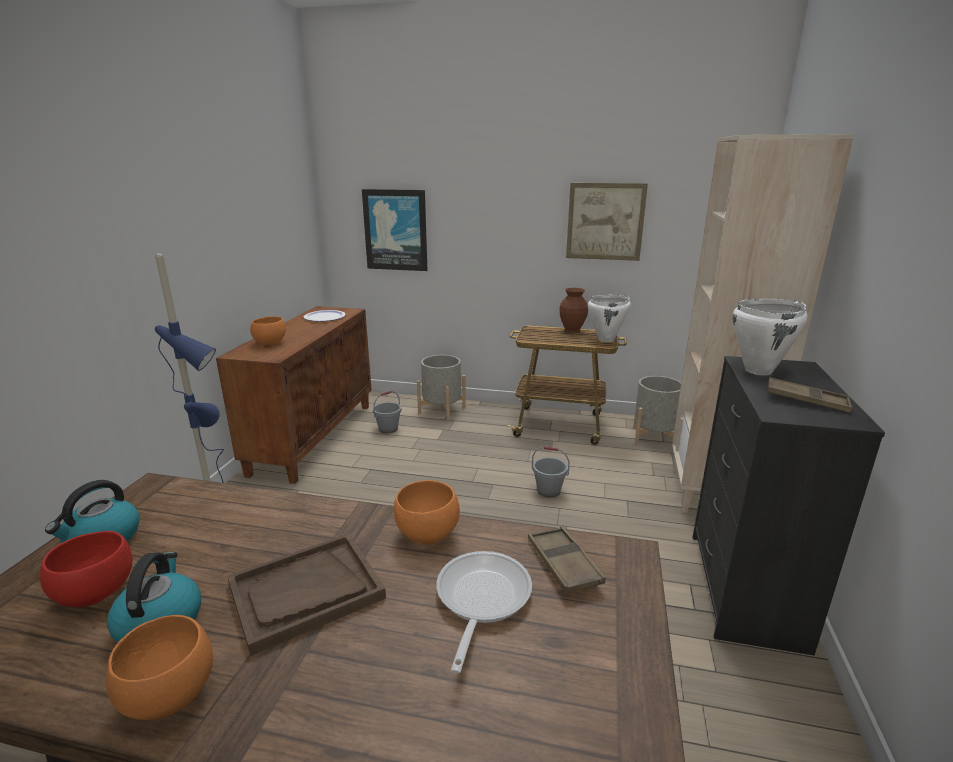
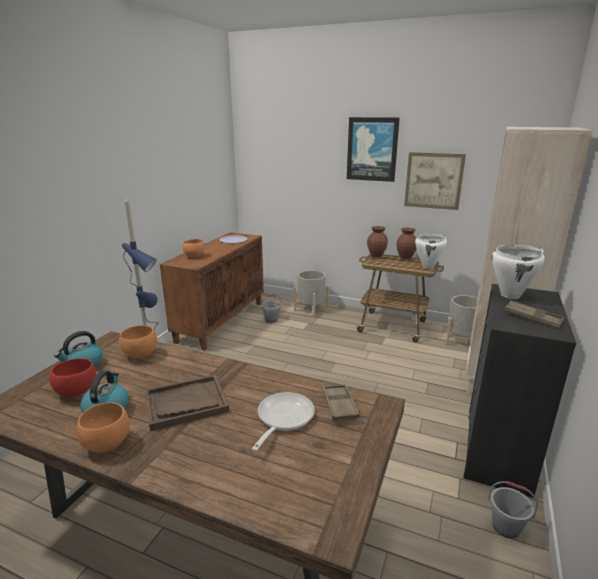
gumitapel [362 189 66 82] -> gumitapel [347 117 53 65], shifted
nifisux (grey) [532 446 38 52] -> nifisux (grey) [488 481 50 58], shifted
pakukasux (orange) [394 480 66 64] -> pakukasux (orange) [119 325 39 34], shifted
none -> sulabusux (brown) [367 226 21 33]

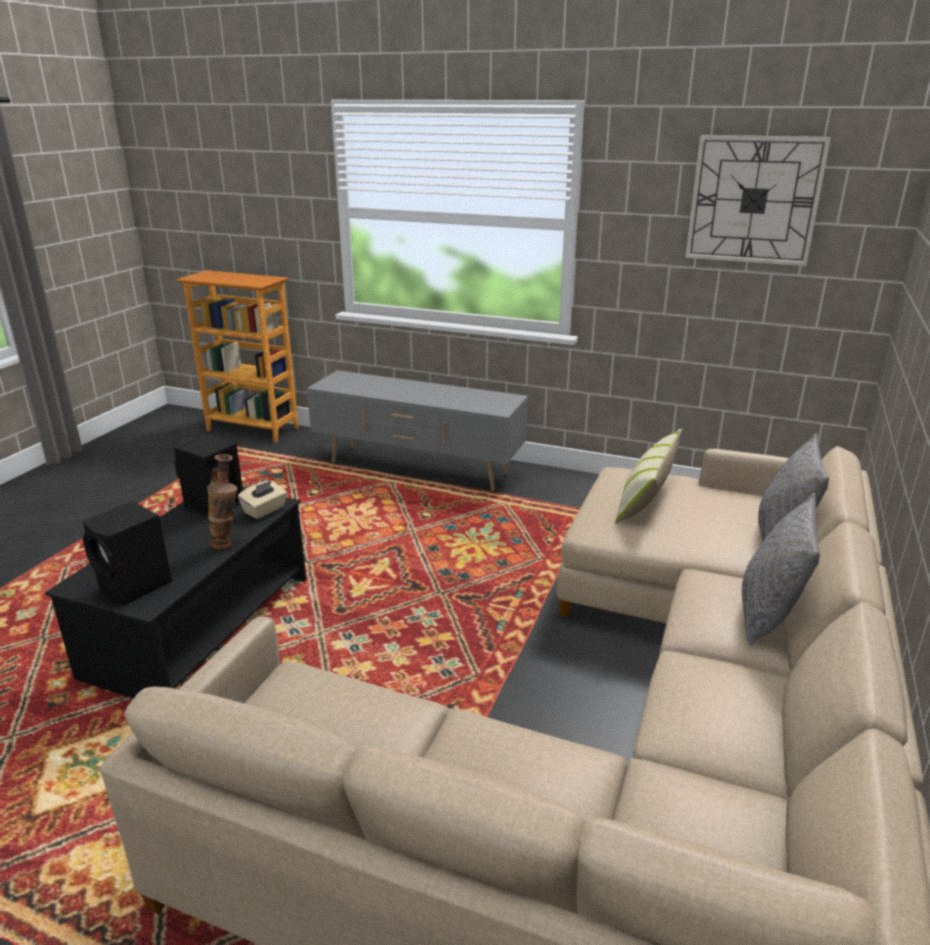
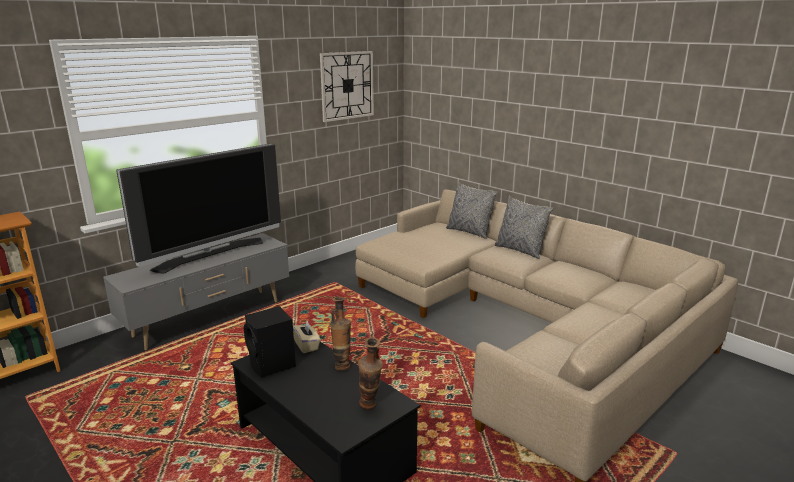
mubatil [615 428 67 96] -> none
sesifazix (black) [82 501 90 105] -> sulabusux [358 337 25 72]
none -> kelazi [116 144 165 130]

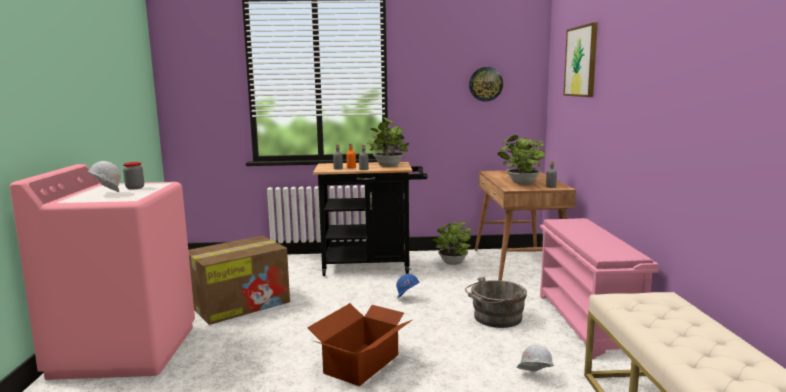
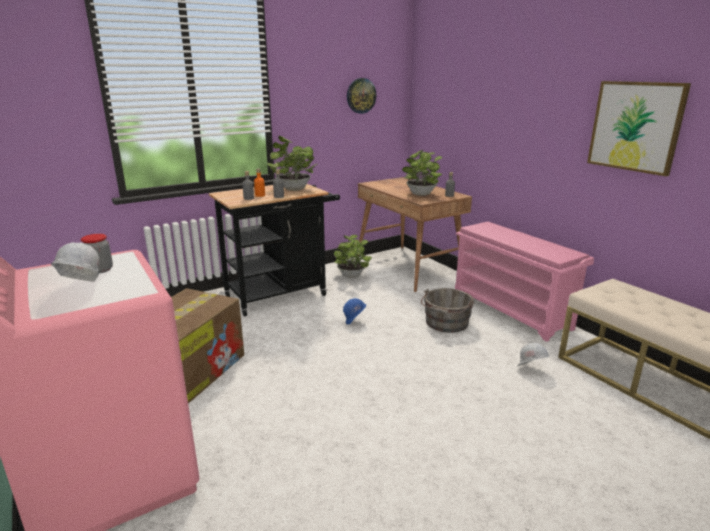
gumitapel [563 22 35 75] -> gumitapel [587 81 104 95], shifted
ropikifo [307 303 105 83] -> none

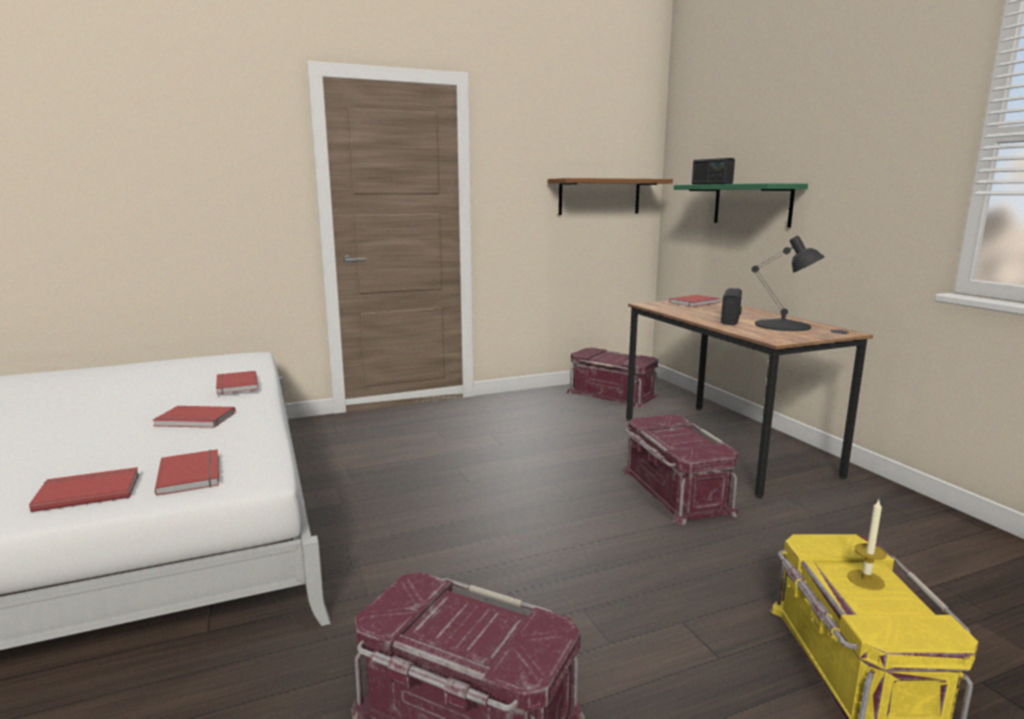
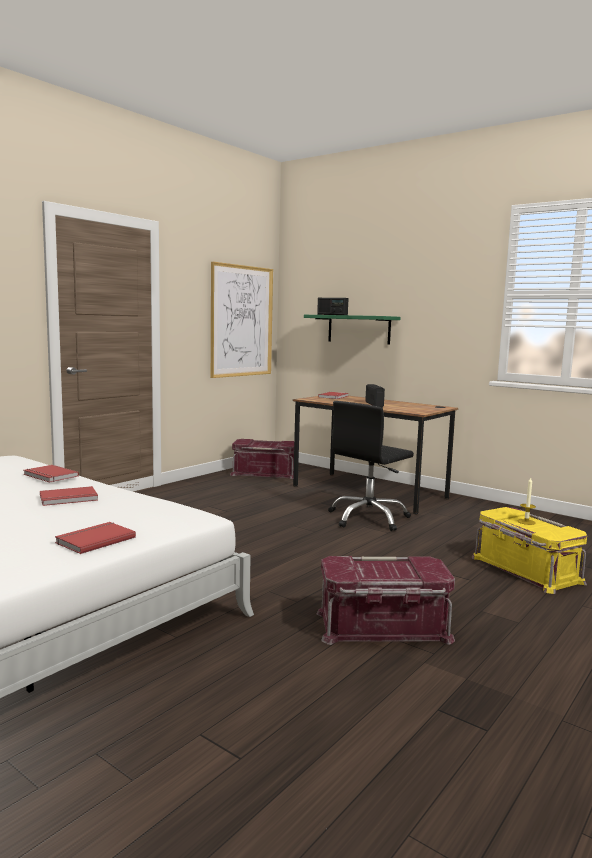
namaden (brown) [548 178 125 37] -> gumitapel [211 262 62 116]
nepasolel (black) [751 236 73 95] -> none
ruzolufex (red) [622 414 117 111] -> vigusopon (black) [328 401 86 130]
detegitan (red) [155 449 64 47] -> none

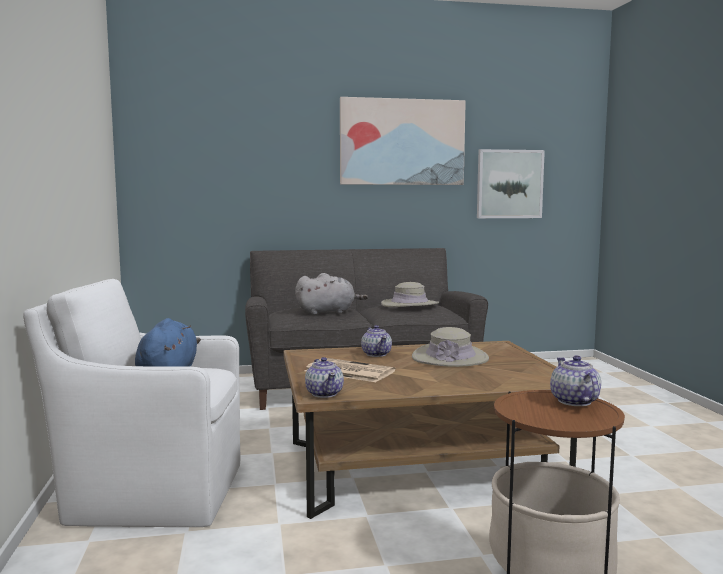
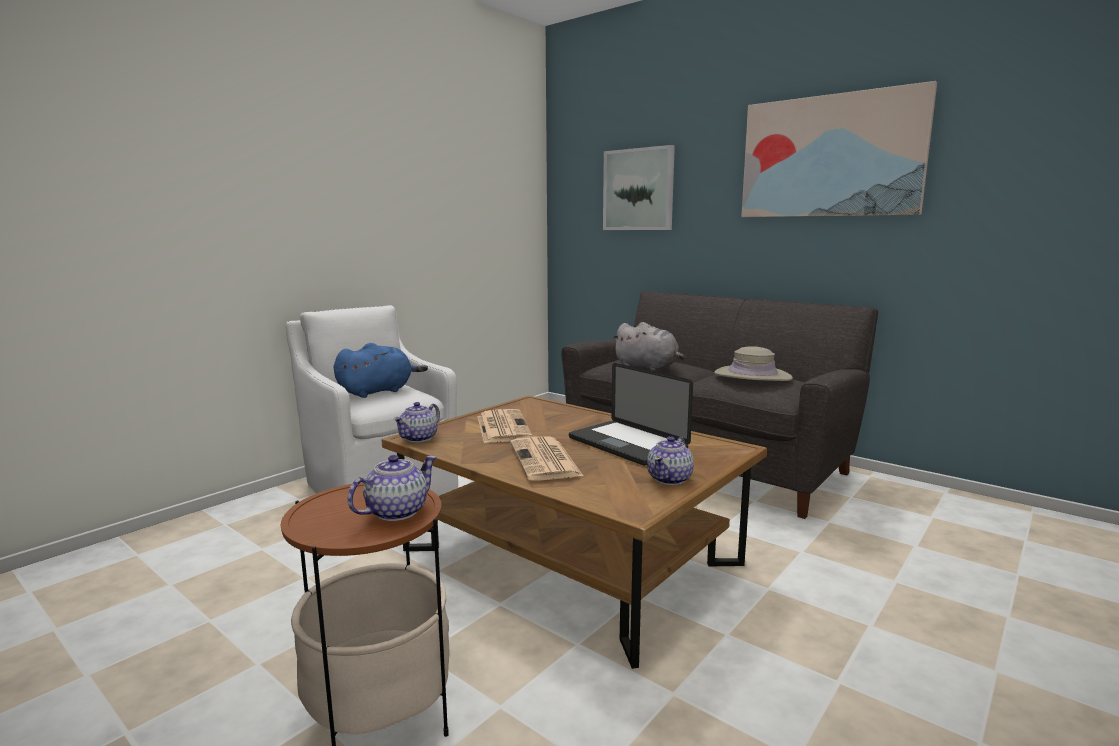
gumitapel [477 149 68 69] -> gumitapel [603 145 72 85], shifted
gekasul [361 325 31 32] -> gekasul [647 436 47 49], shifted
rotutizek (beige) [412 327 77 40] -> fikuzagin [569 363 124 102]
none -> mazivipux [510 436 73 45]

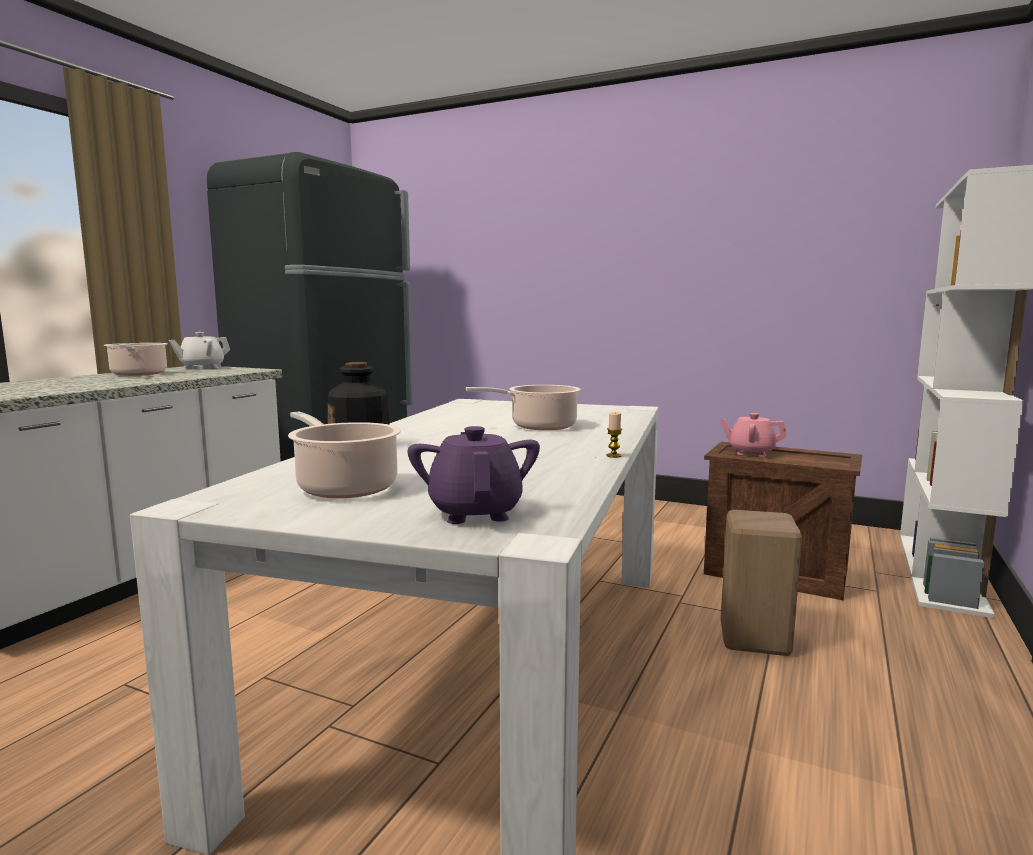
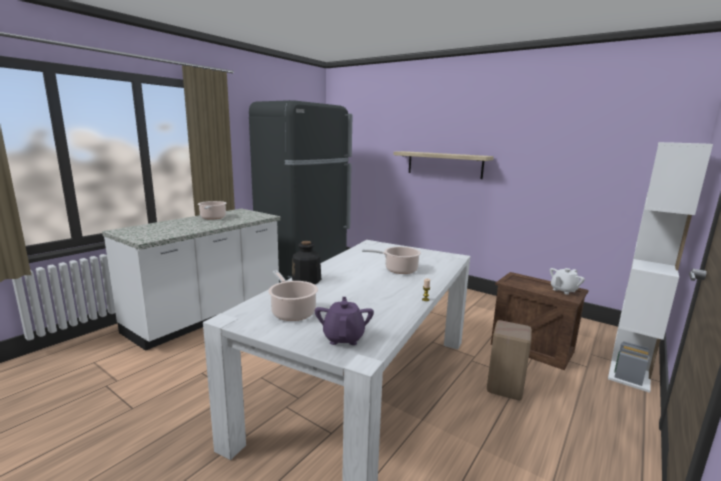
gekasul (white) [169 332 61 38] -> gekasul (white) [550 268 35 27], shifted
gekasul (pink) [720 413 67 44] -> none
none -> namaden [393 151 101 28]

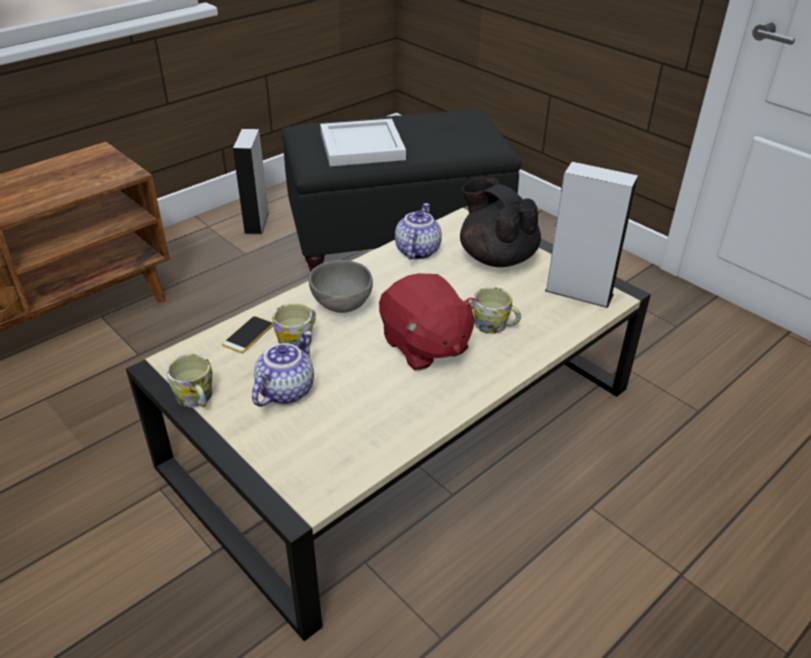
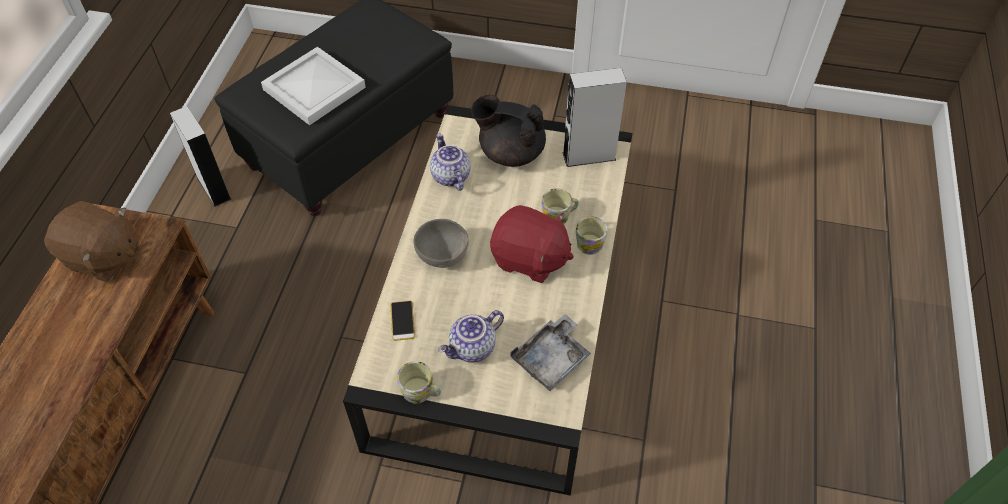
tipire [272 304 44 43] -> tipire [576 216 31 39], shifted
gekasul [252 331 62 76] -> gekasul [438 310 66 53], 120 degrees counterclockwise
none -> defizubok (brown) [44 201 94 81]
none -> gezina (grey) [510 314 81 77]

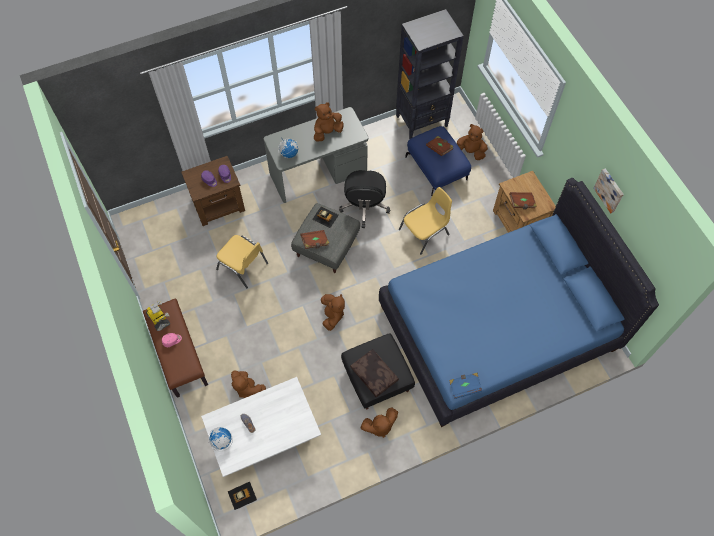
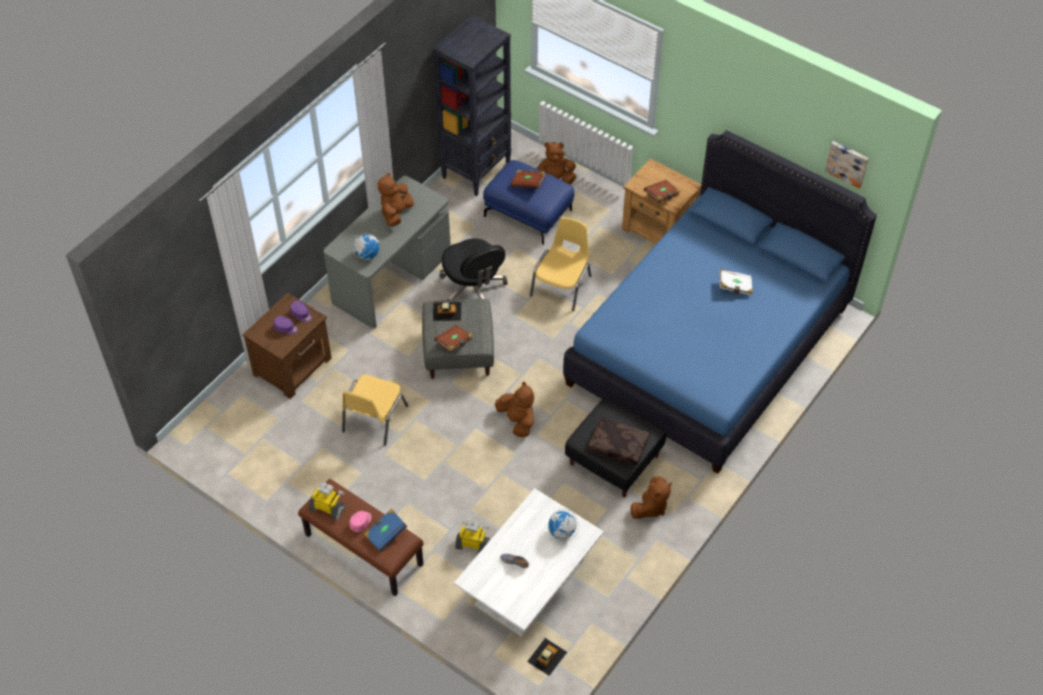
gumitapel [593 168 31 45] -> gumitapel [825 141 44 48], shifted
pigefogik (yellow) [216 235 52 53] -> pigefogik (yellow) [342 375 66 71], 105 degrees clockwise
defizubok (brown) [231 370 35 28] -> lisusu [455 520 35 33]
detegitan (blue) [449 373 33 26] -> detegitan (blue) [364 509 43 43], shifted
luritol [208 427 25 24] -> luritol [548 509 31 32], shifted
none -> detegitan (white) [719 269 34 27]

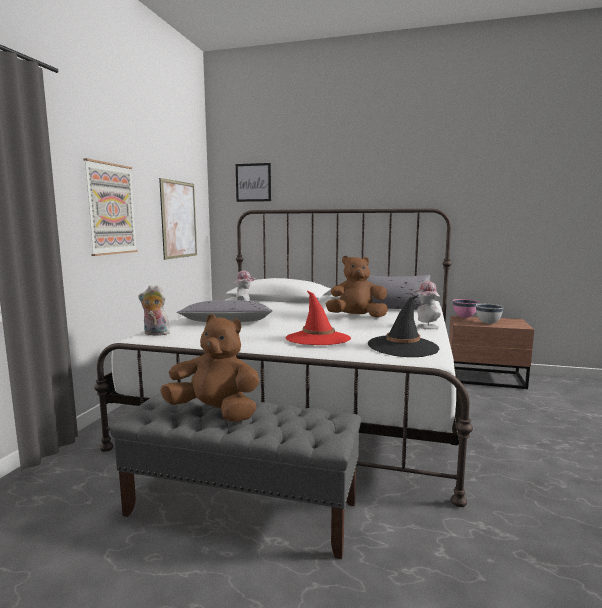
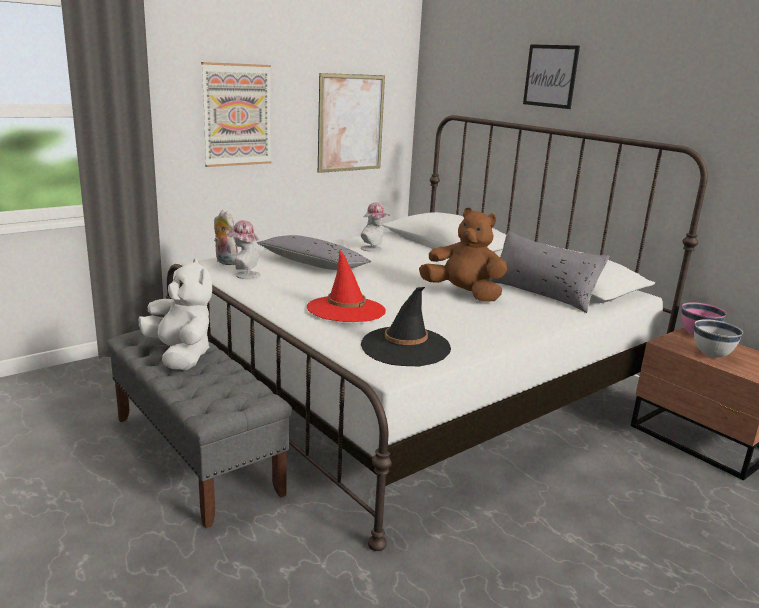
gumitapel [236 163 35 39] -> gumitapel [523 44 57 65], shifted
rotutizek [413 281 28 48] -> rotutizek [226 220 34 59], shifted
defizubok (brown) [160 314 99 108] -> defizubok (white) [139 258 73 112]

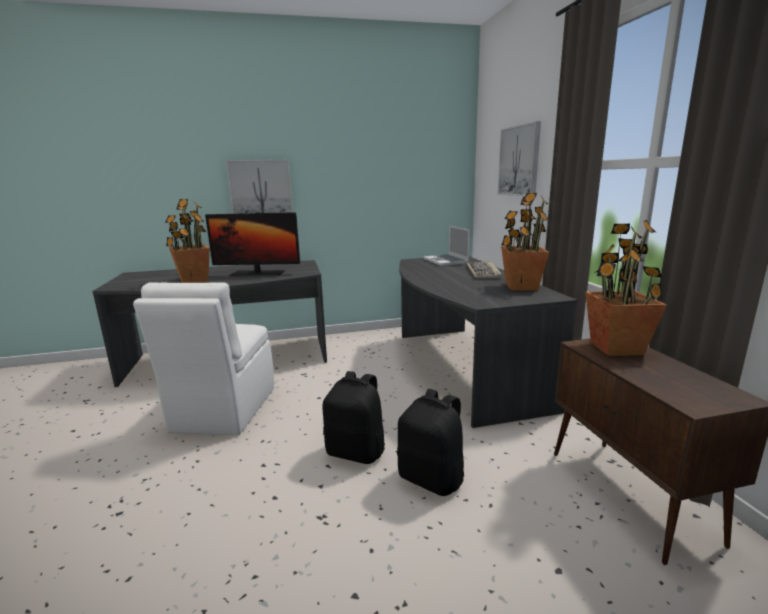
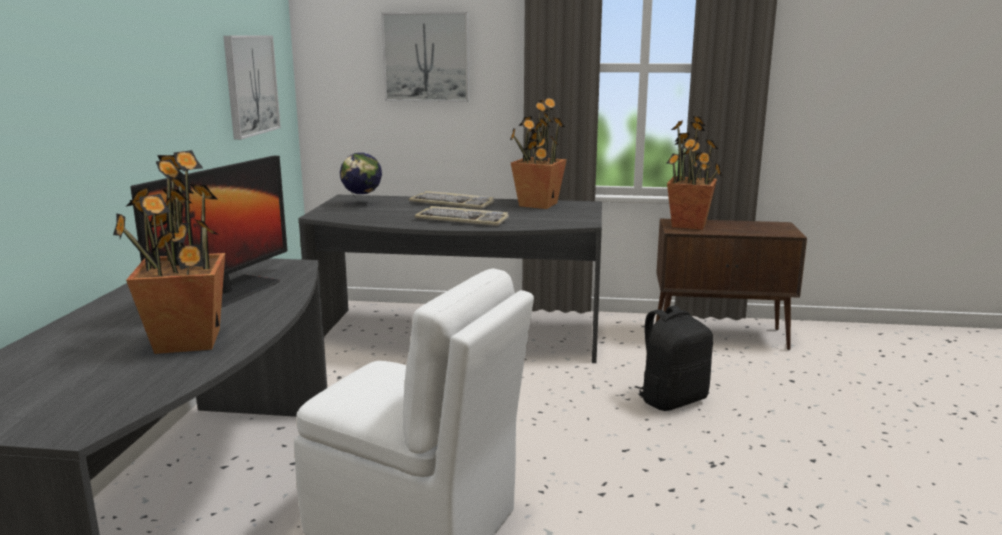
gumitapel [226 159 67 55] -> gumitapel [223 36 58 104], shifted
fikuzagin [423 226 47 40] -> luritol [340 153 42 53]
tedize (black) [323 371 62 93] -> none
none -> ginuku [414 206 95 20]

